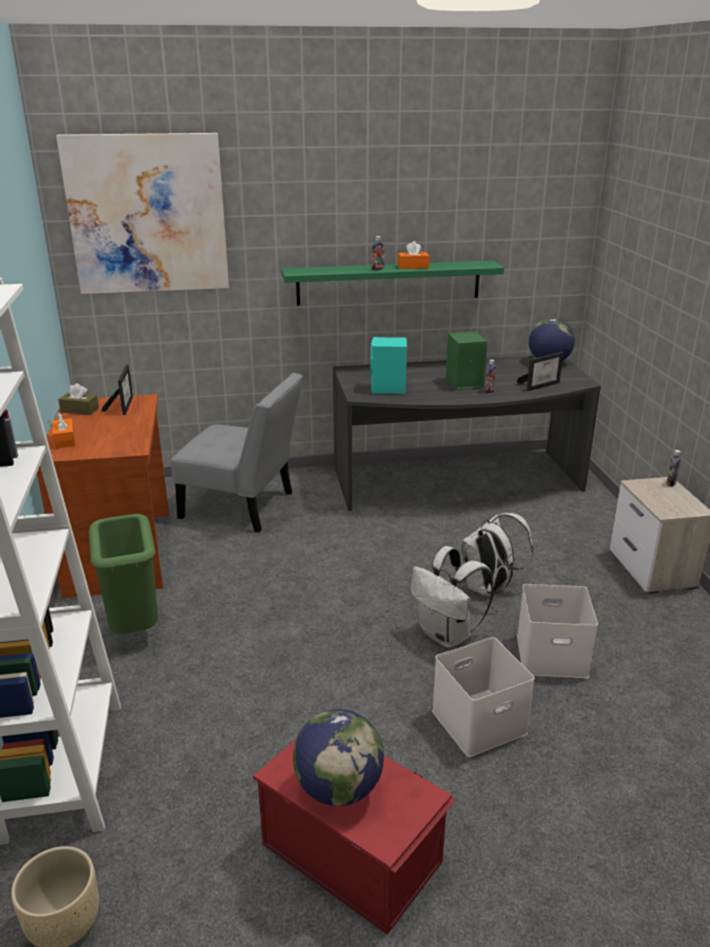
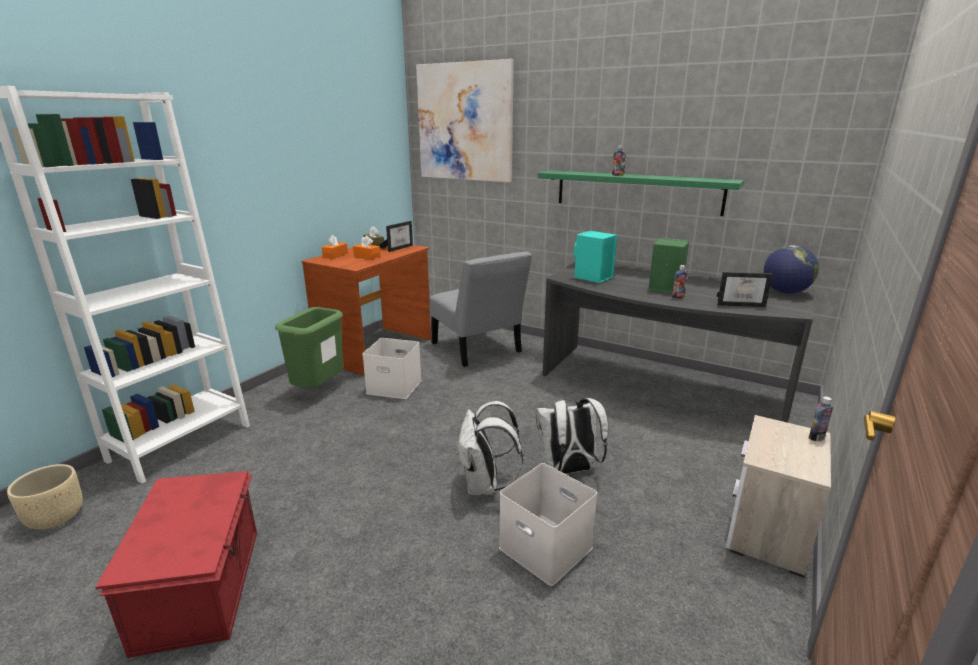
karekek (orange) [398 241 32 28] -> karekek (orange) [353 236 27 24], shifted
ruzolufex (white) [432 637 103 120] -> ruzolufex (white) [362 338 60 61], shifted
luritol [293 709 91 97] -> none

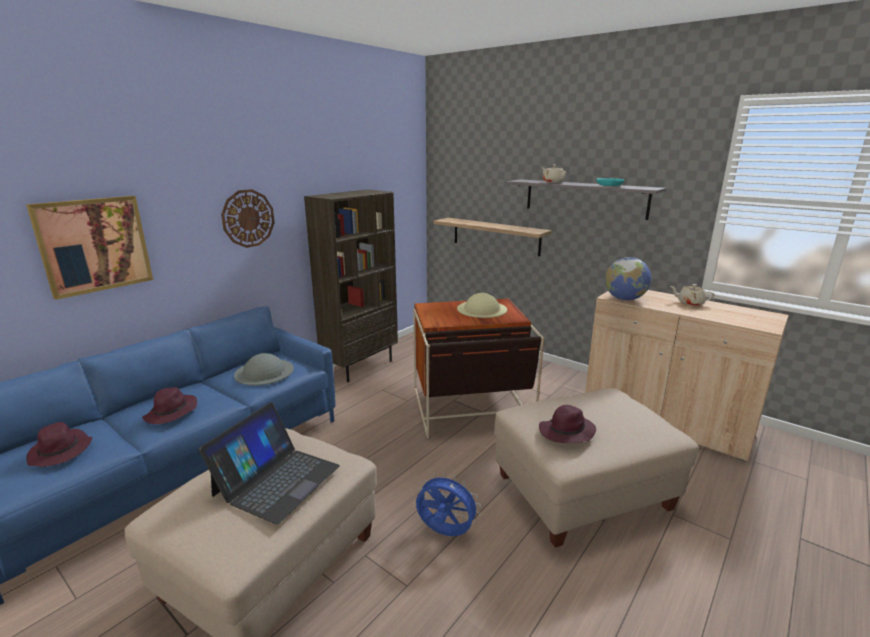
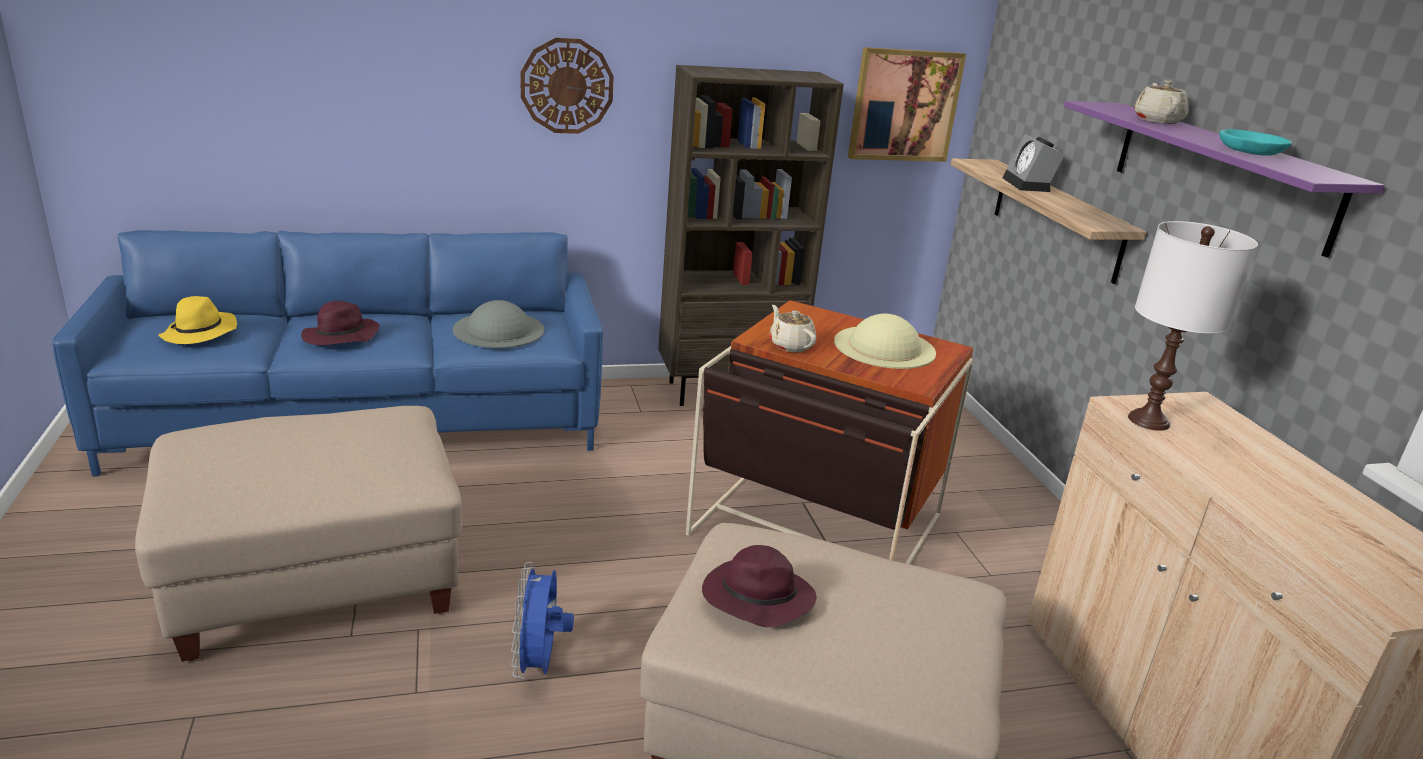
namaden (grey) [506 179 160 41] -> namaden (purple) [1064 101 321 157]
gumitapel [26 196 127 104] -> gumitapel [848 47 118 115], shifted
luritol [605 257 46 44] -> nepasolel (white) [1128 221 130 210]
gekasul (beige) [670 284 45 22] -> gekasul (beige) [769 305 47 47], shifted
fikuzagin [199 402 141 122] -> none
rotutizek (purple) [27 422 65 45] -> rotutizek (yellow) [158 296 79 48]
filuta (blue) [416 472 65 64] -> filuta (blue) [511 562 63 117], 150 degrees counterclockwise
none -> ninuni [1002 134 63 58]

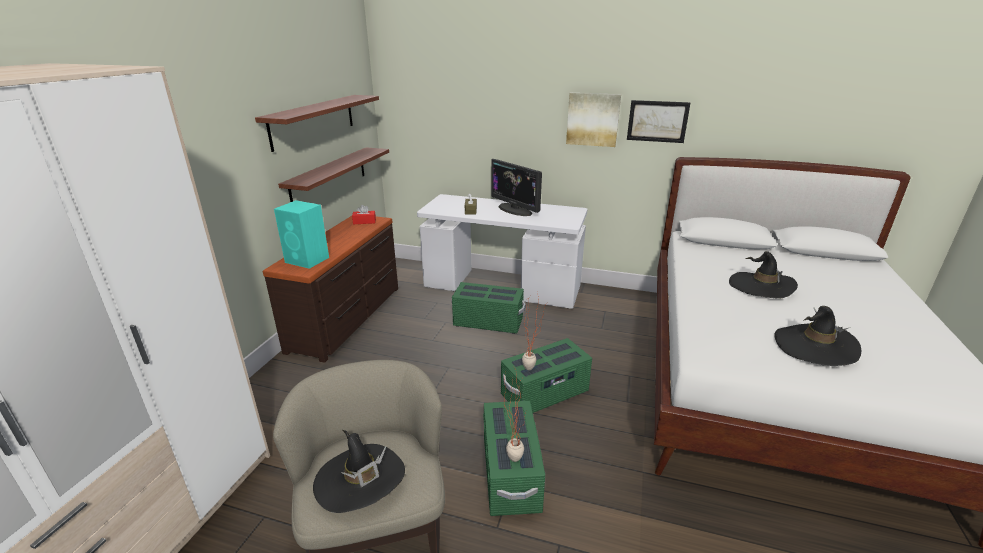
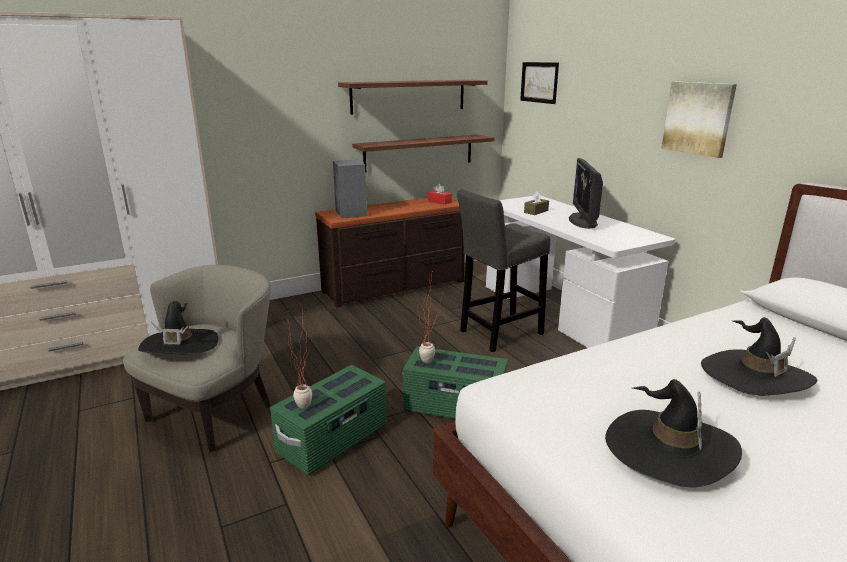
gumitapel [627 100 64 43] -> gumitapel [520 62 39 42], shifted
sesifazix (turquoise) [274 200 55 69] -> sesifazix (grey) [333 160 34 58]
ruzolufex (green) [452 282 74 52] -> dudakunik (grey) [457 189 93 163]

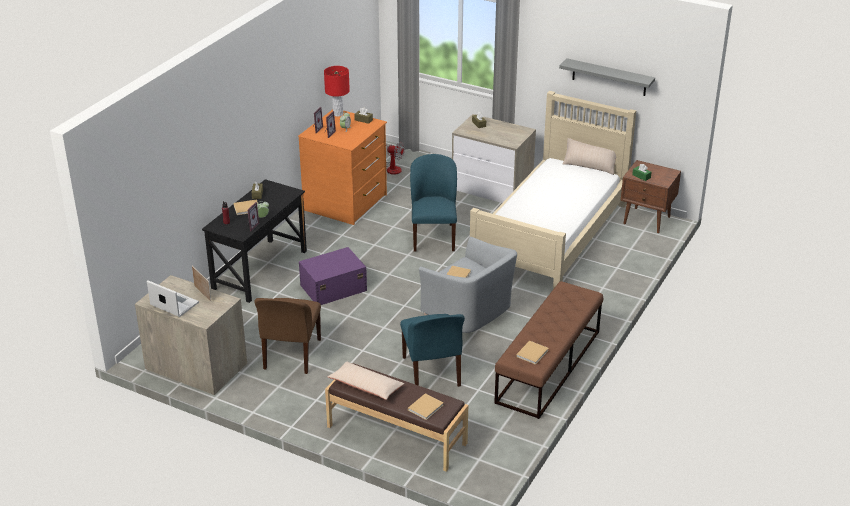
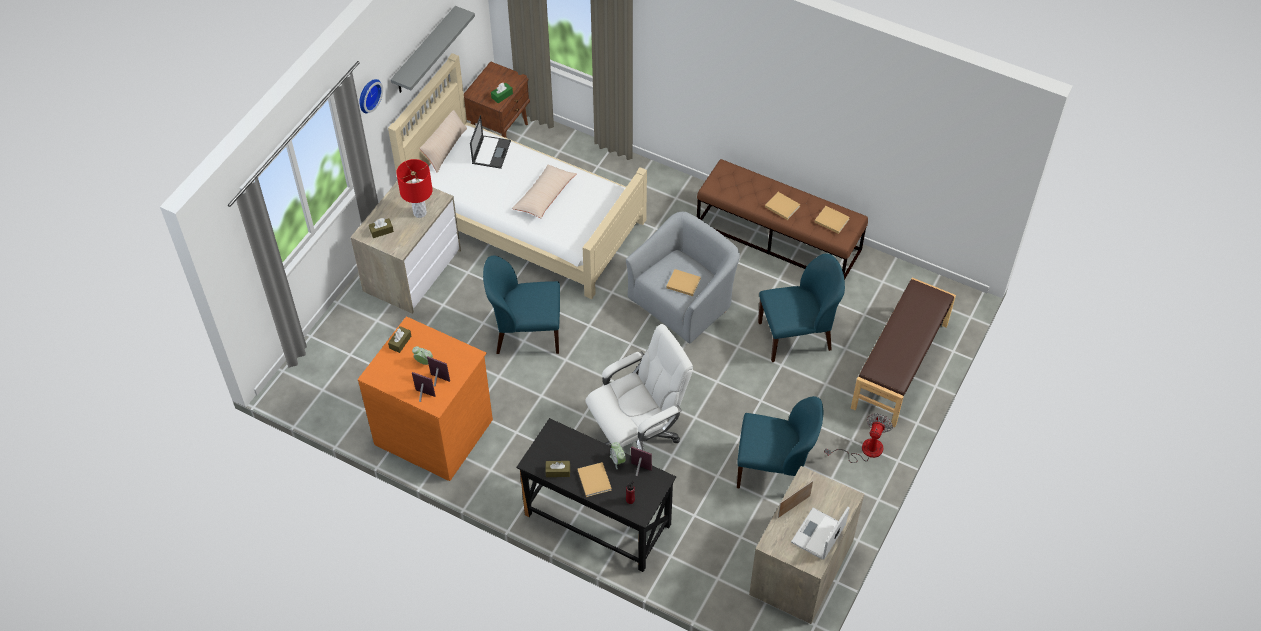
nepasolel (red) [324 66 26 51] -> nepasolel (red) [396 159 37 59], shifted
filuta [386 142 19 33] -> filuta [824 413 69 50], shifted
ruzolufex (purple) [299 247 68 58] -> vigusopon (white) [585 324 108 127]
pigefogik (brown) [254 298 67 76] -> pigefogik (blue) [737 396 86 92]
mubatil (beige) [327 362 77 38] -> mubatil (beige) [512 165 65 53], shifted
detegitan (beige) [408 393 36 27] -> detegitan (beige) [765 192 36 28], shifted
none -> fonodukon [359 79 24 34]
none -> fikuzagin [470 115 41 54]

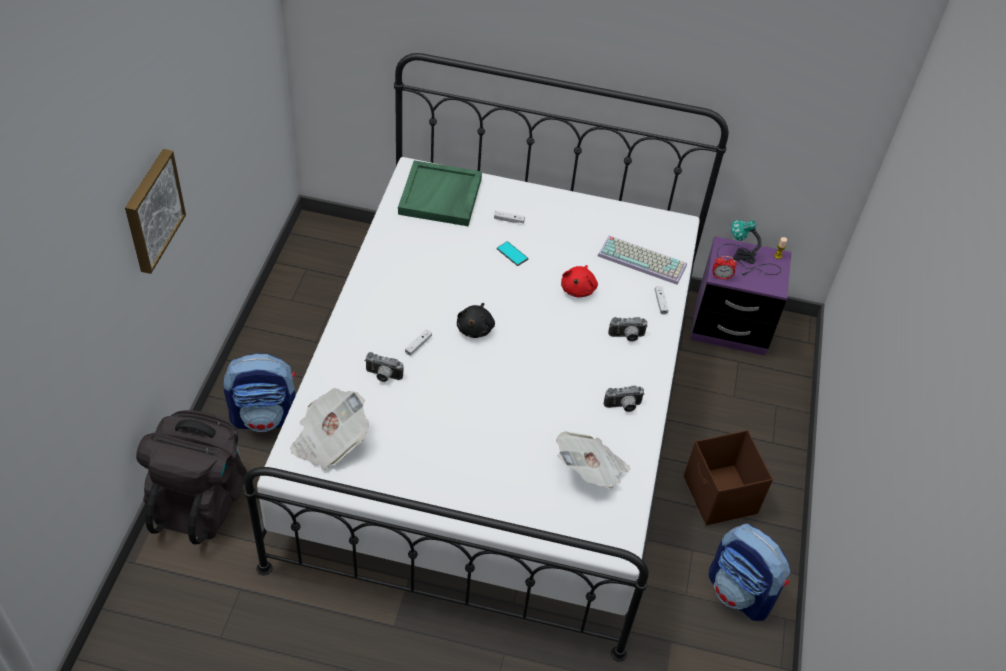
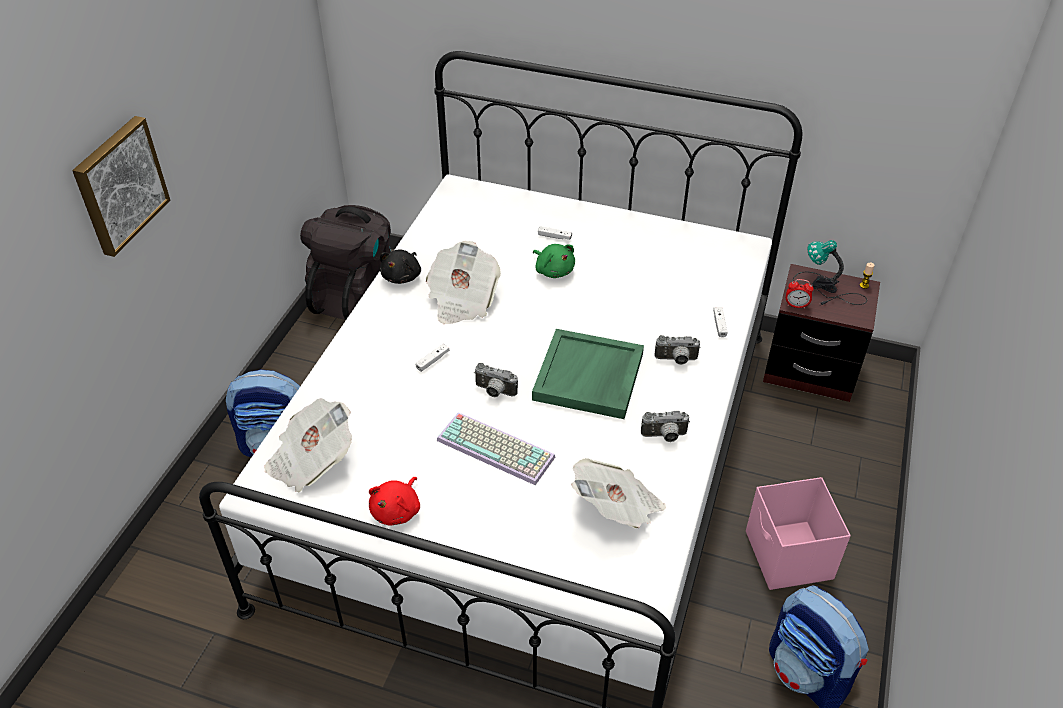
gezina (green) [398 160 84 66] -> gezina (green) [532 329 112 90], shifted
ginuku [598 235 89 50] -> ginuku [437 412 118 73], shifted
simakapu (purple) [690 236 102 120] -> simakapu (brown) [763 264 117 138]
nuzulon [497 241 31 25] -> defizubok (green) [533 244 42 34]
defizubok (red) [561 265 37 33] -> defizubok (red) [369 477 51 48], shifted
defizubok (black) [457 303 38 35] -> defizubok (black) [380 250 41 34], shifted
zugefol [365 352 39 30] -> zugefol [474 363 44 34], shifted
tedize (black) [136 410 112 134] -> tedize (black) [300 205 91 115], shifted
ruzolufex (brown) [684 430 89 95] -> ruzolufex (pink) [746 477 105 113]
none -> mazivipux [426 241 75 83]

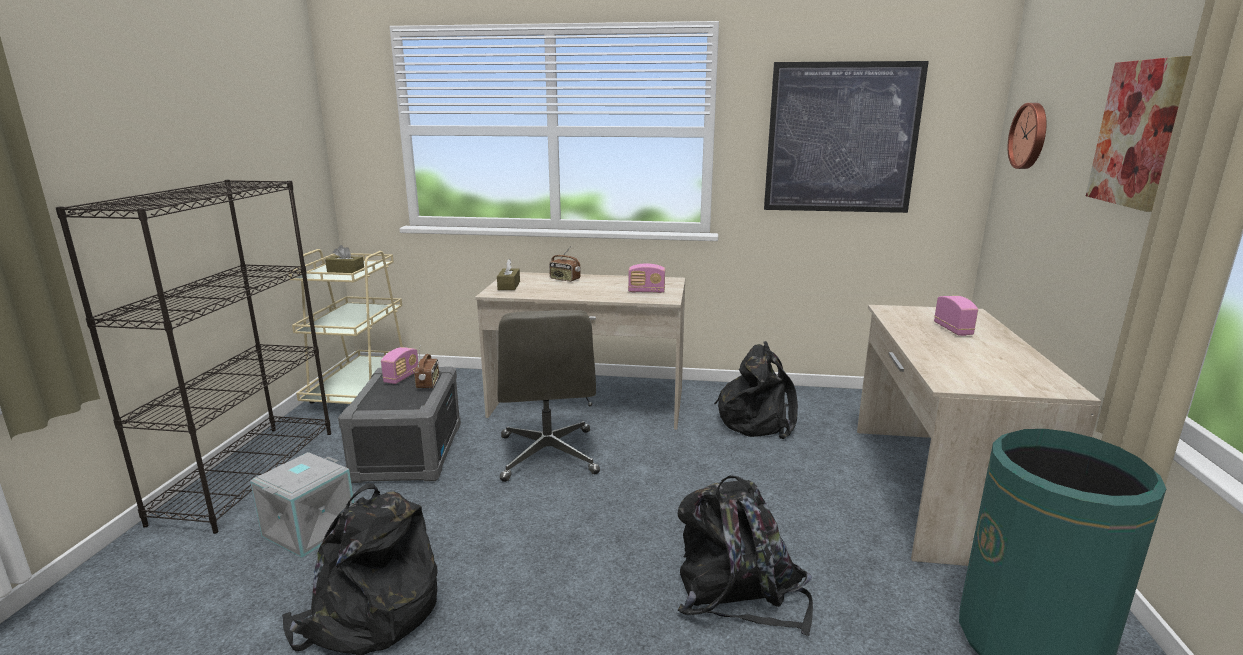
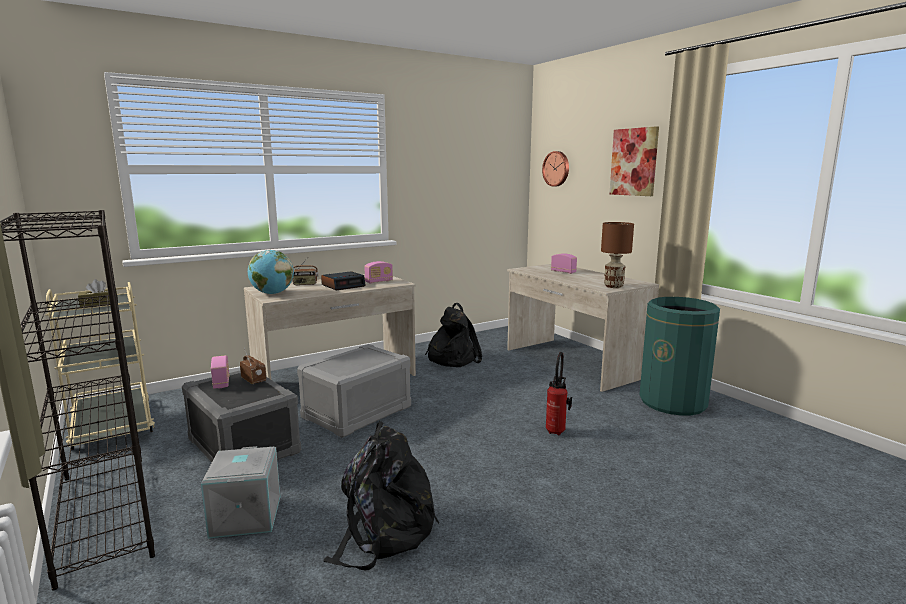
gumitapel [764 61 165 152] -> none
karekek (brown) [497 259 23 31] -> luritol [248 250 46 44]
vigusopon (grey) [497 310 103 172] -> ruzolufex (grey) [297 344 114 94]
tedize (black) [678 475 135 161] -> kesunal [546 352 26 83]
none -> nepasolel (brown) [601 222 33 66]
none -> ninuni [321 271 45 19]

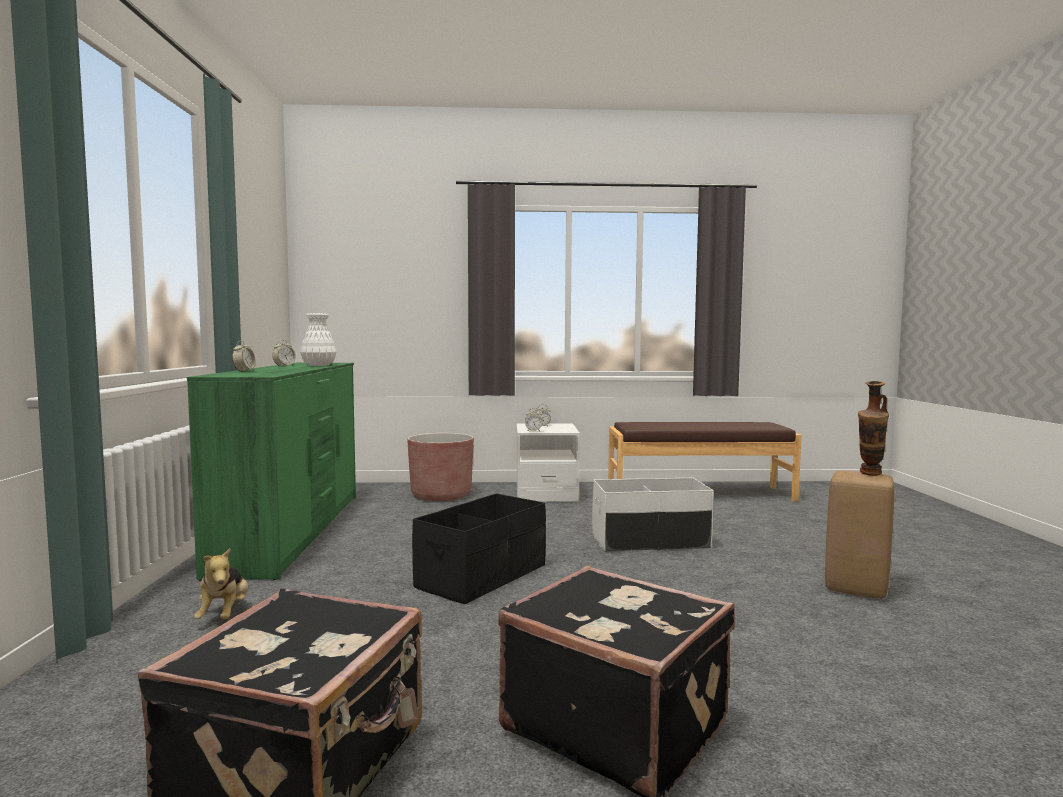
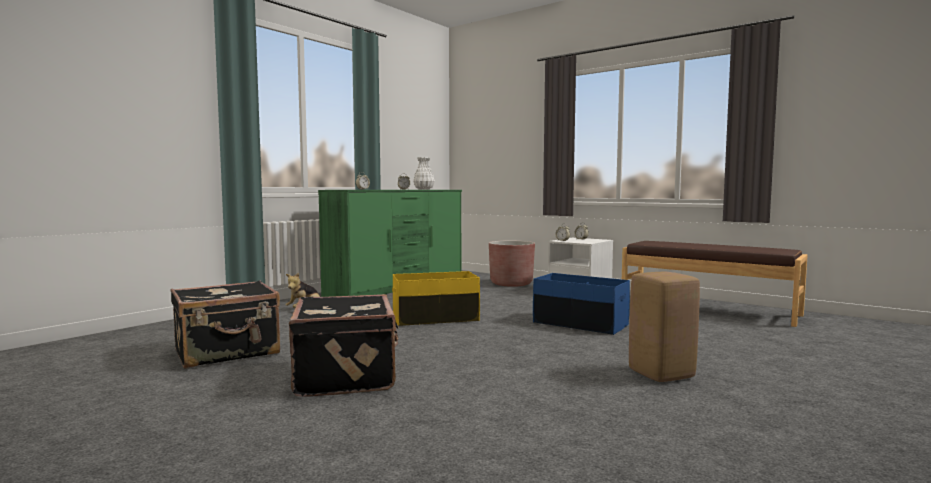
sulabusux [858 381 31 95] -> none
ruzolufex (white) [592 478 122 73] -> ruzolufex (blue) [533 273 97 62]
ruzolufex (black) [412 493 134 111] -> ruzolufex (yellow) [392 271 88 55]

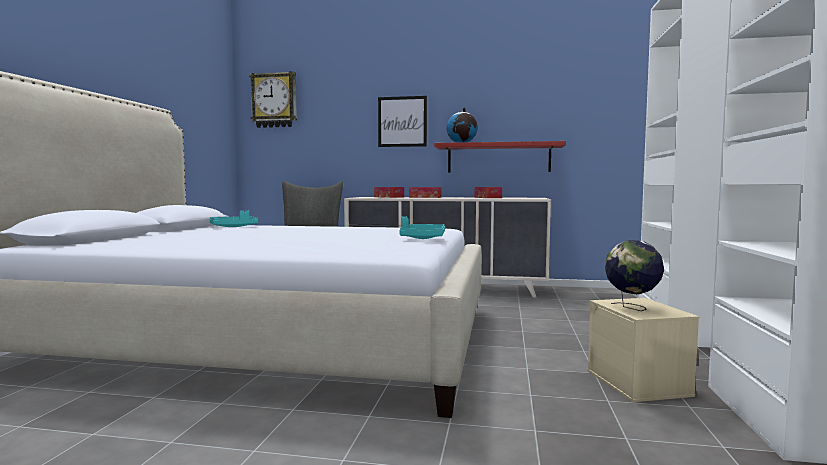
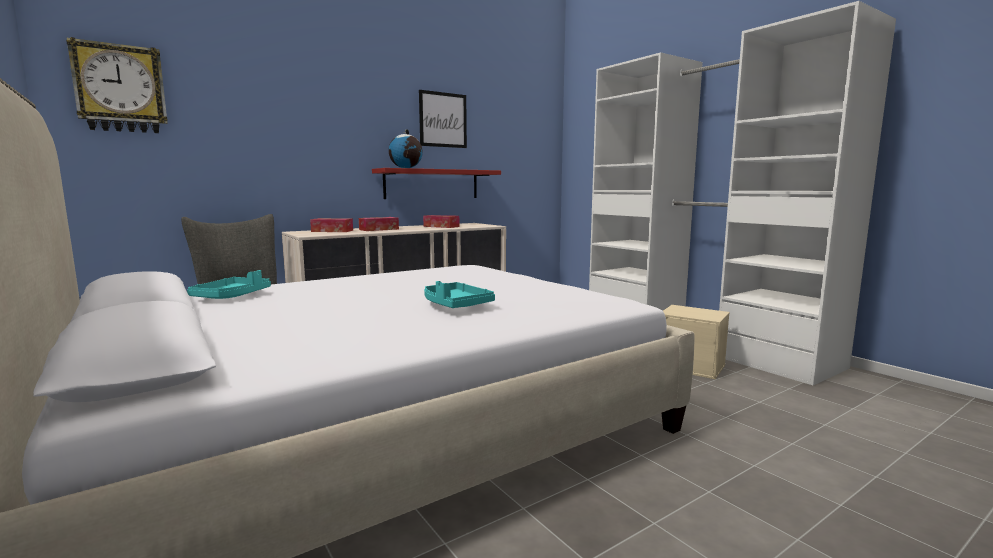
gumitapel [378 96 49 51] -> gumitapel [419 90 48 58], shifted
gezina (turquoise) [399 216 46 23] -> gezina (turquoise) [424 281 71 27], shifted
luritol [605 240 59 71] -> none

